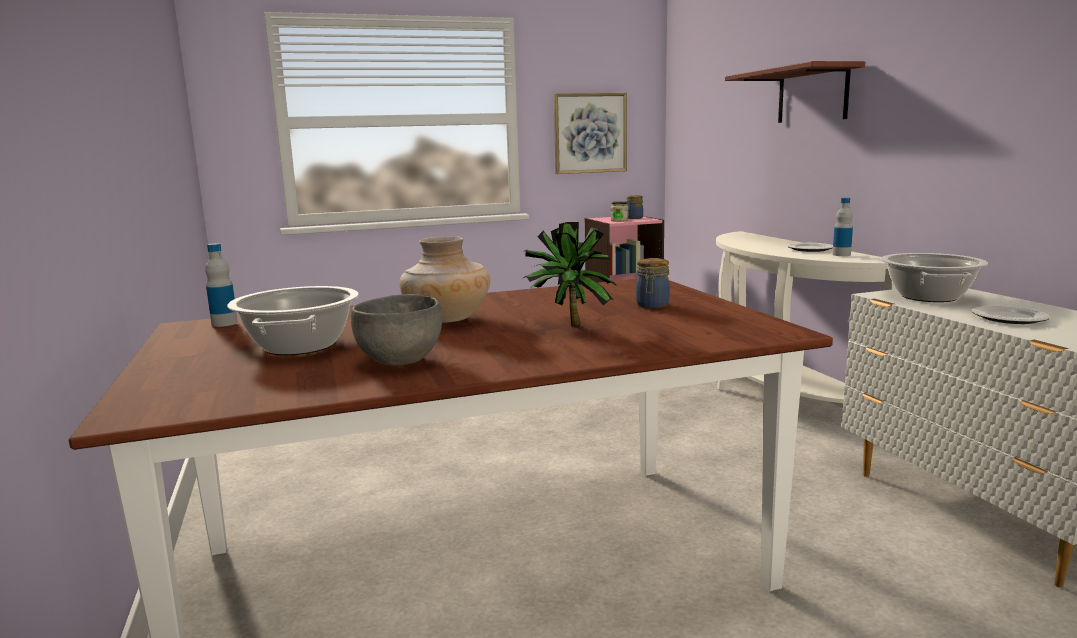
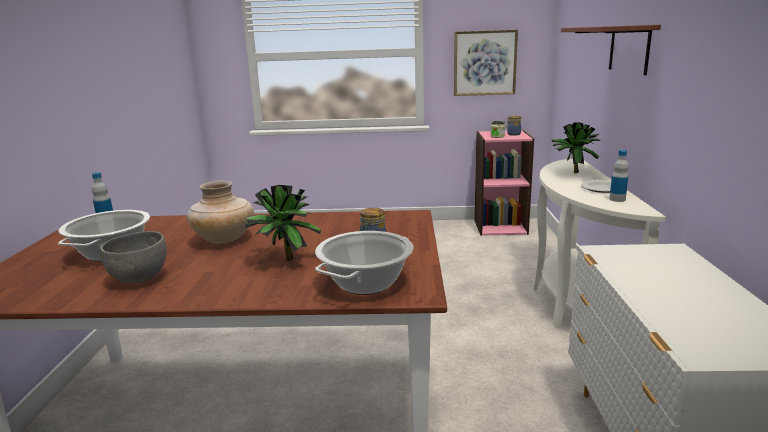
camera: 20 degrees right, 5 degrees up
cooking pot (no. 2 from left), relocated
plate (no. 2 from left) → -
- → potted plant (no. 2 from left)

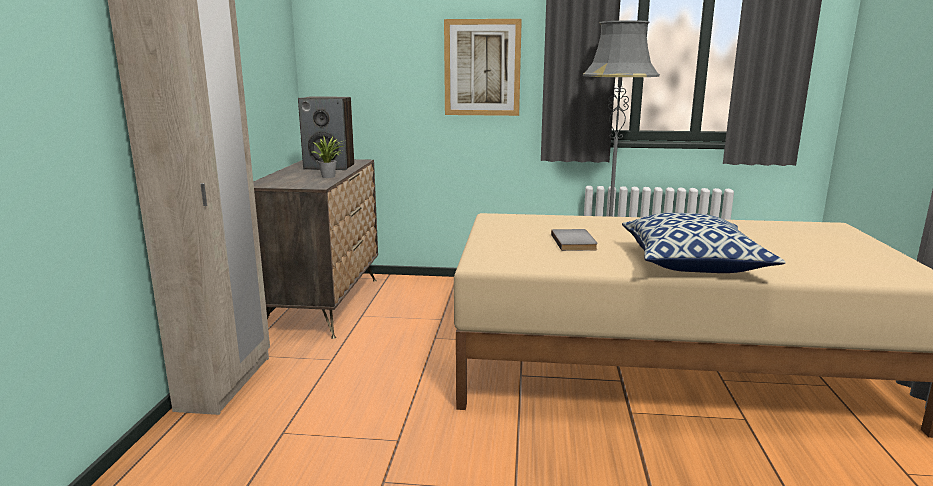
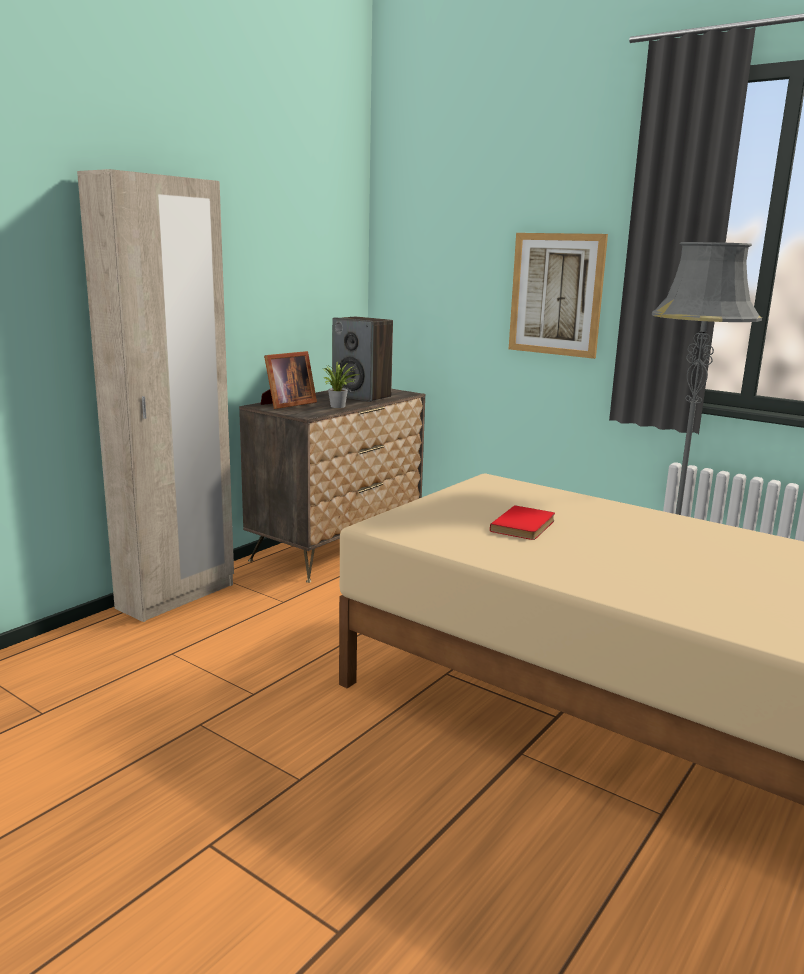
camera: 30 degrees right, 0 degrees up
book/grey → book/red
pillow → -
- → picture frame

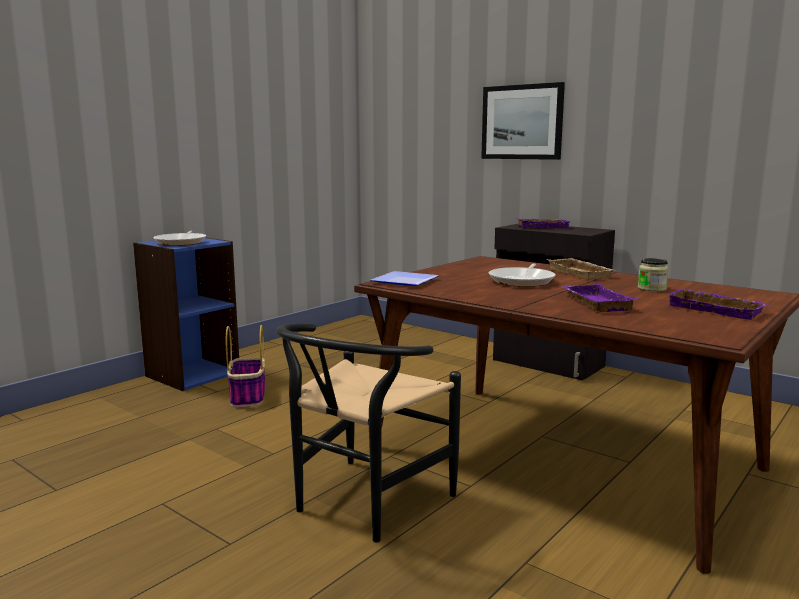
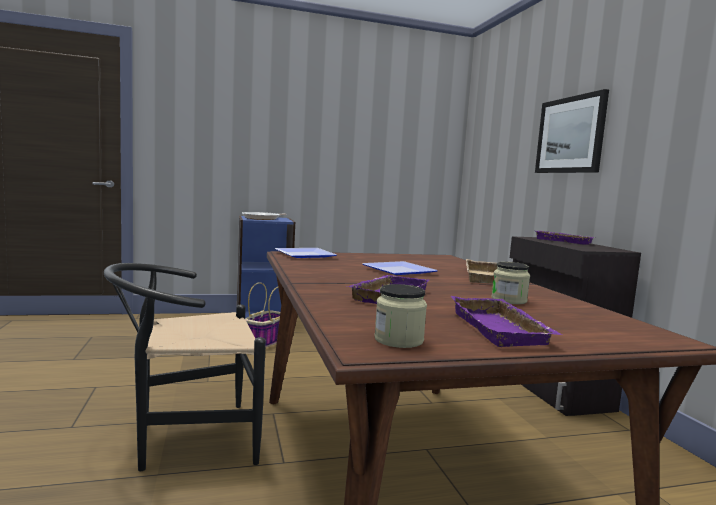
camera: 35 degrees right, 5 degrees down
frying pan (no. 2 from left) → plate (no. 2 from left)
- → jar (no. 1 from left)

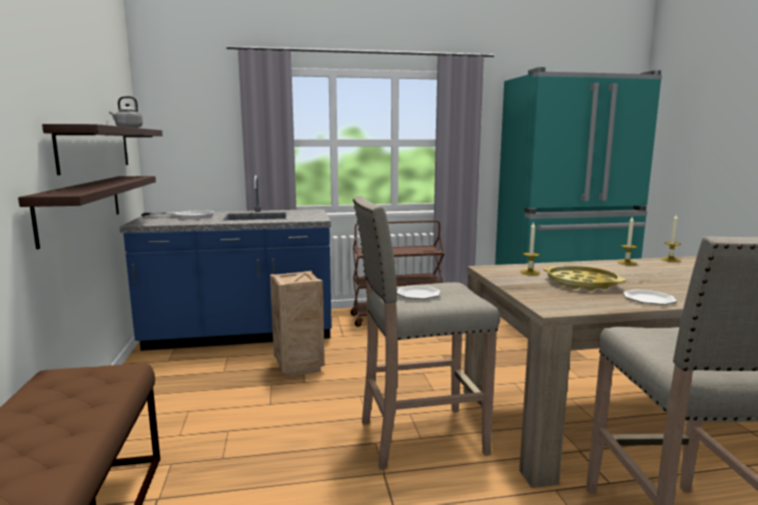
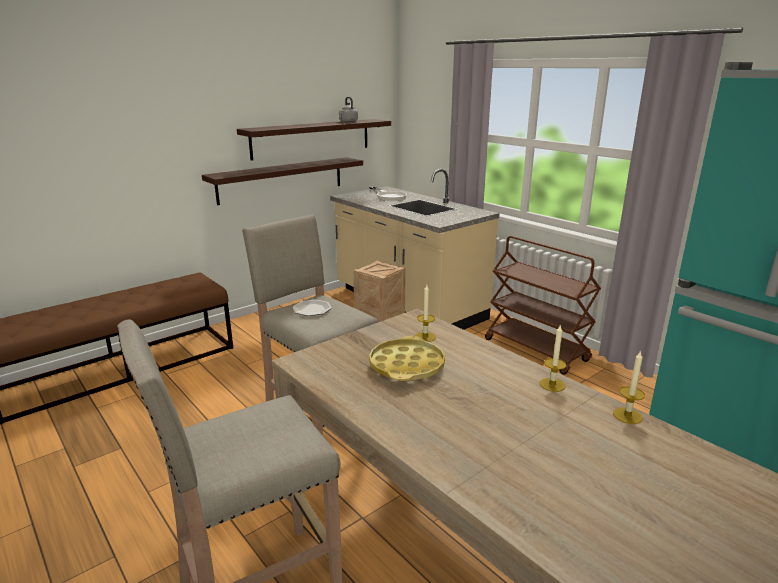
camera: 60 degrees right, 10 degrees up
counter/blue → counter/beige
plate (no. 2 from left) → -

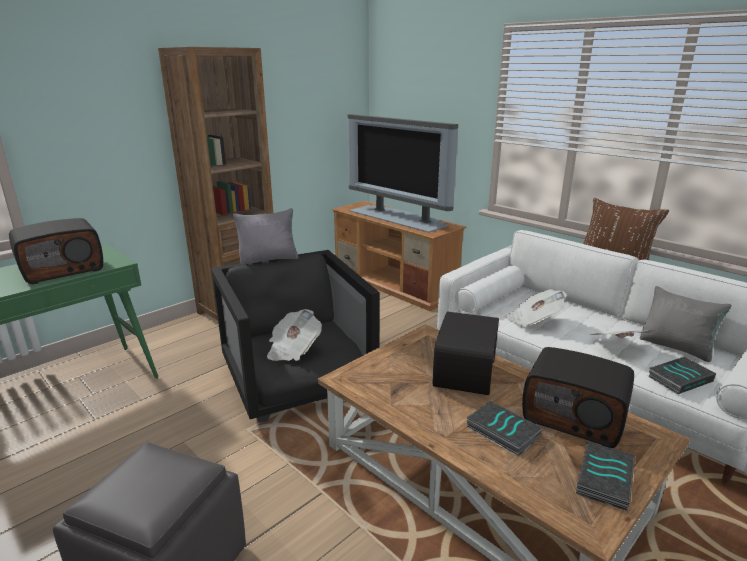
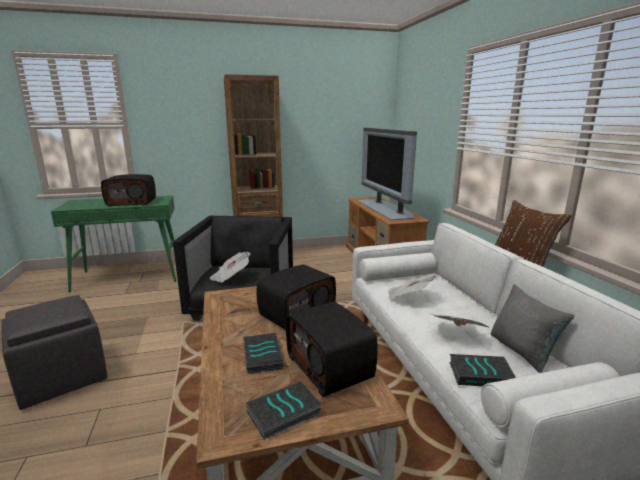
camera: 30 degrees right, 5 degrees down
pillow/grey (no. 1 from left) → -

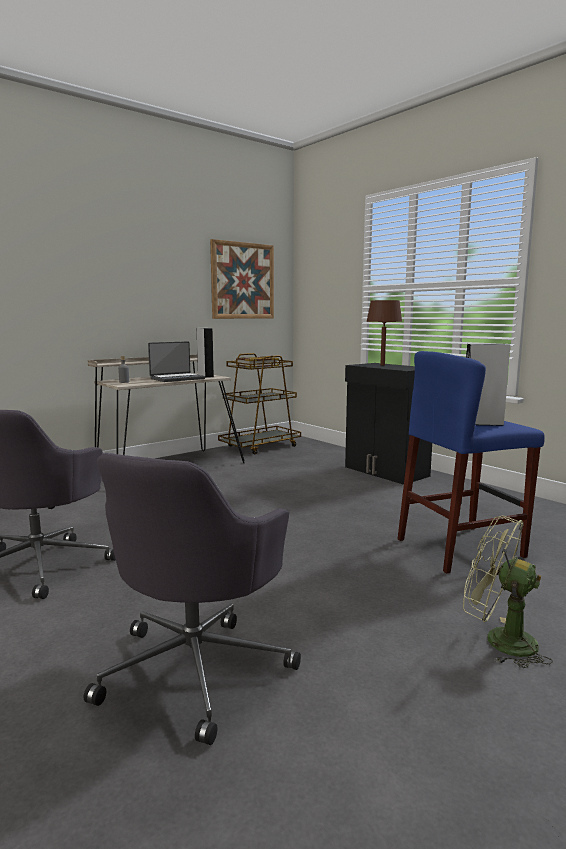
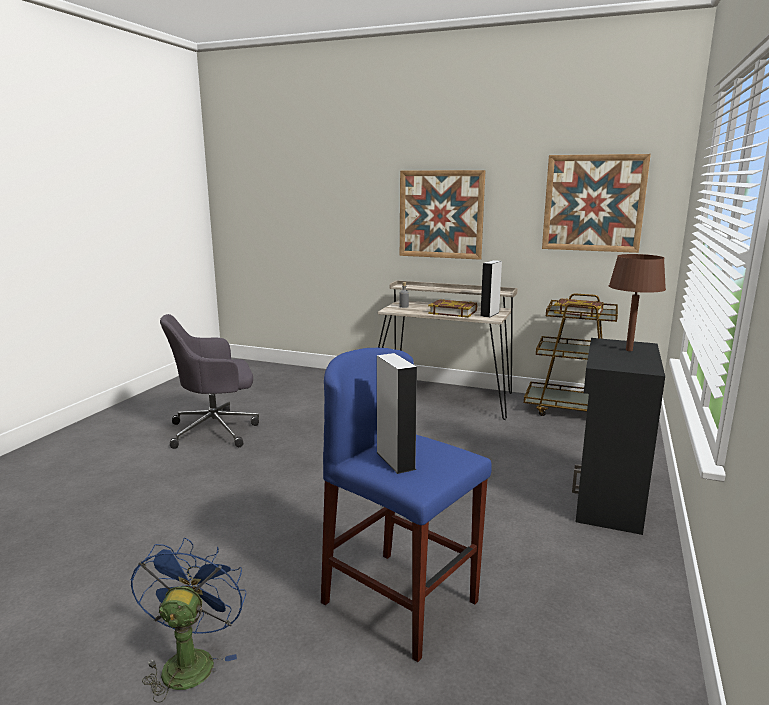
camera: 60 degrees right, 5 degrees up
office chair/grey (no. 2 from left) → -
laptop → book (no. 1 from left)
fan/green → fan/blue
- → picture (no. 1 from left)

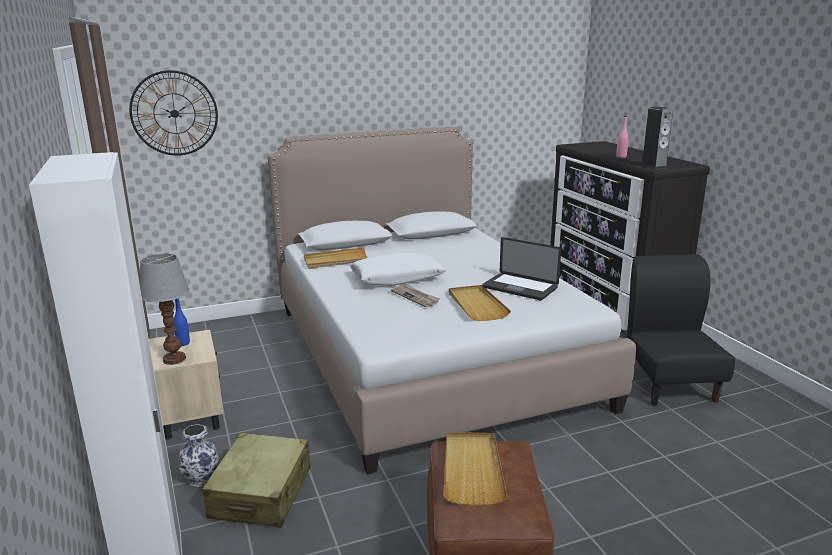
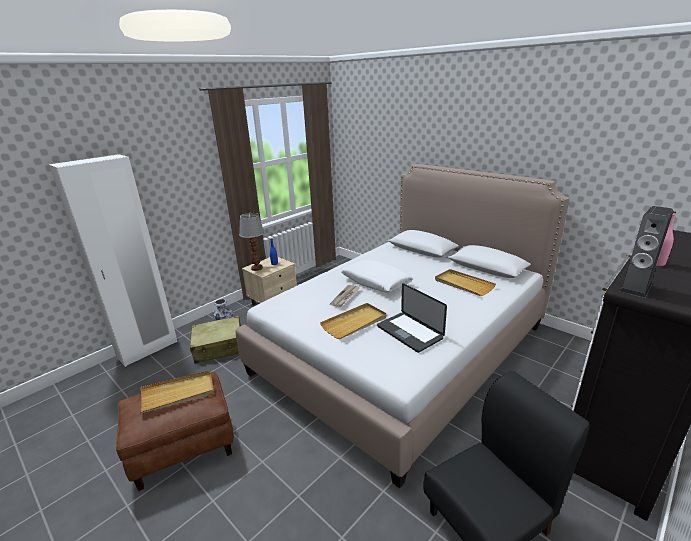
camera: 65 degrees right, 5 degrees up
wall clock → -
tray/beige (no. 1 from left in the first image) → tray/beige (no. 3 from left), relocated
laptop, 45 degrees counterclockwise

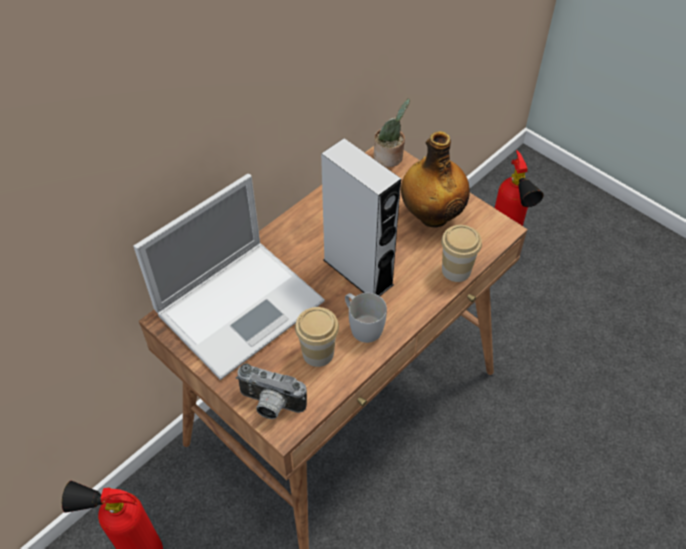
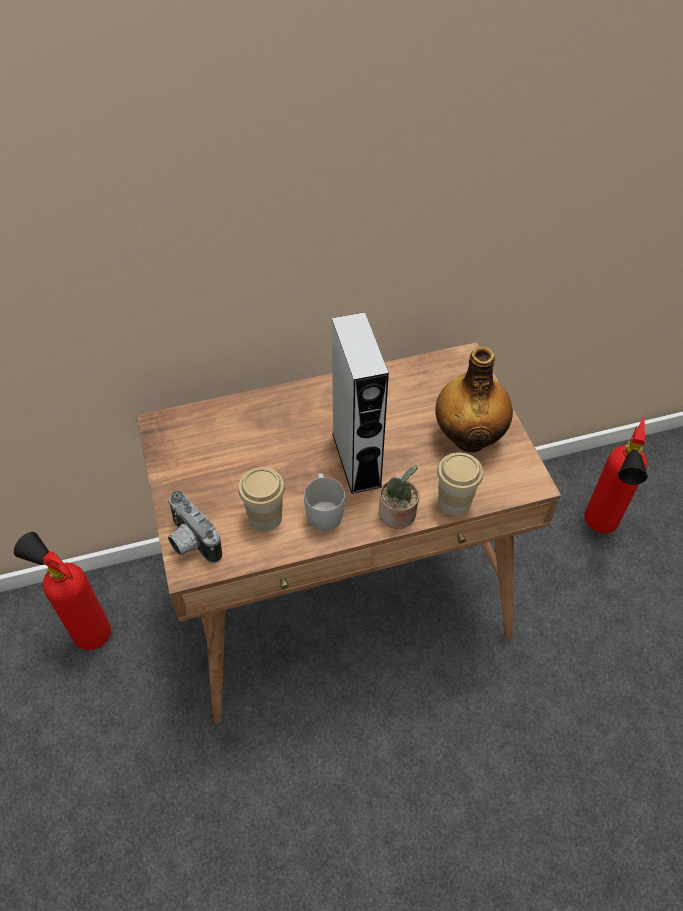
camera: 30 degrees right, 0 degrees up
laptop → -
potted plant, relocated

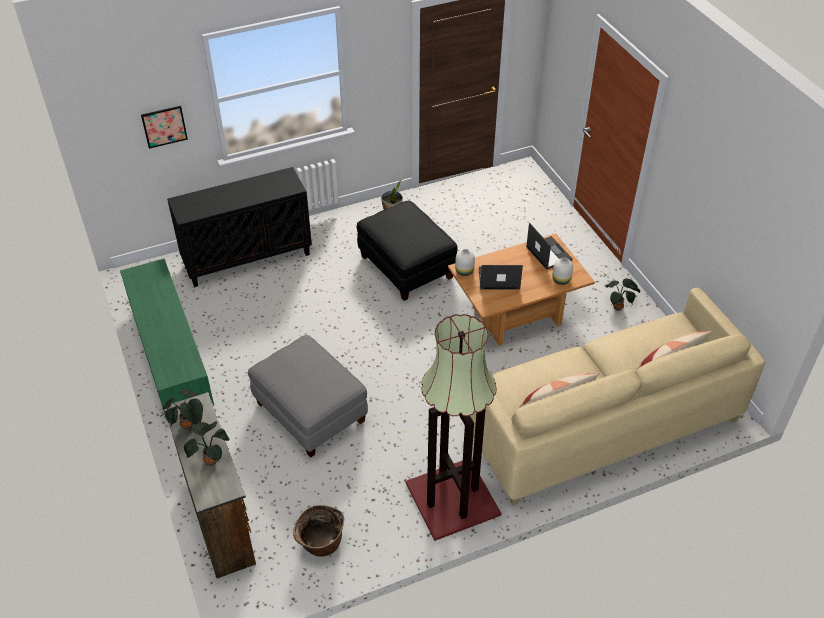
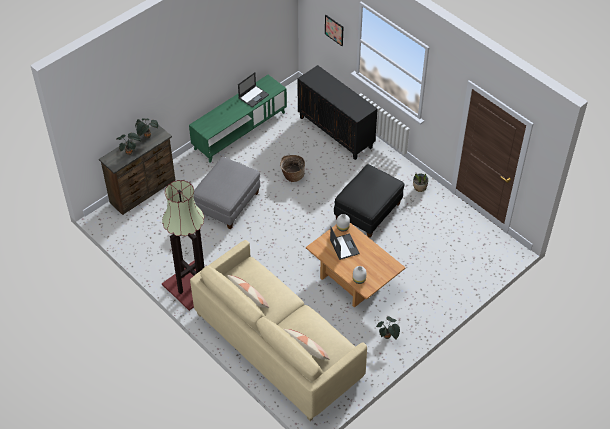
camera: 70 degrees right, 5 degrees up
basket, relocated
laptop (no. 2 from left in the first image) → laptop (no. 1 from left), relocated

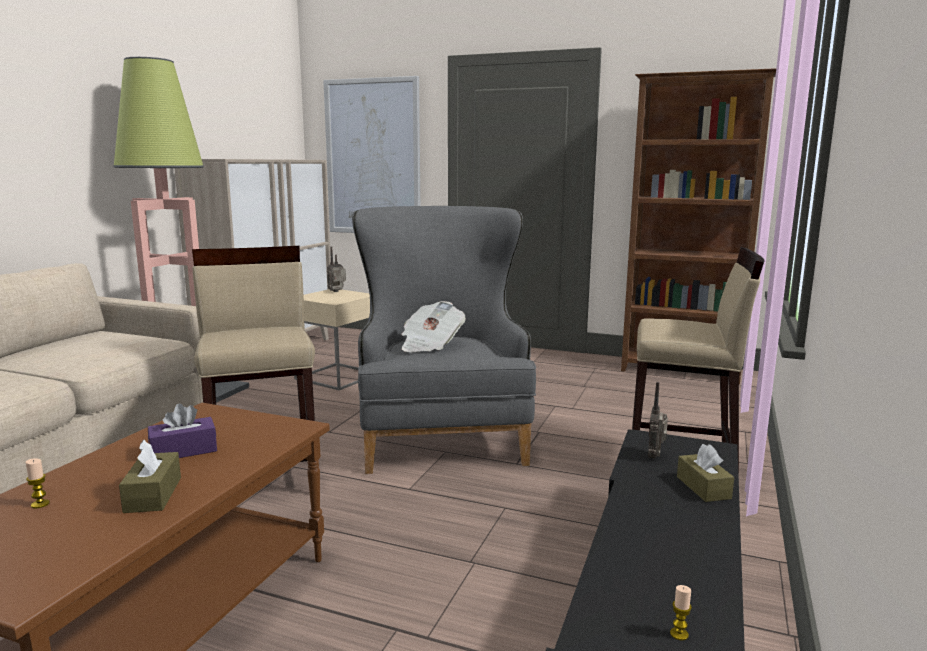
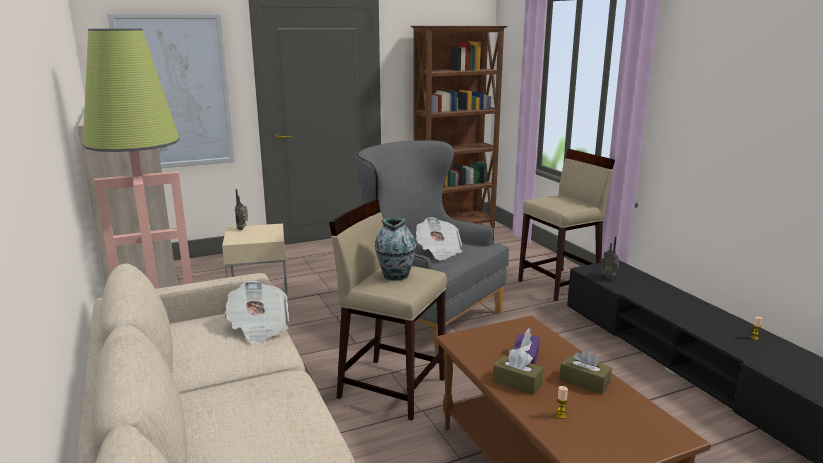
camera: 45 degrees left, 5 degrees up
tissue box/brown (no. 2 from left in the first image) → tissue box/brown (no. 1 from left), relocated
- → newspaper (no. 1 from left)
- → vase

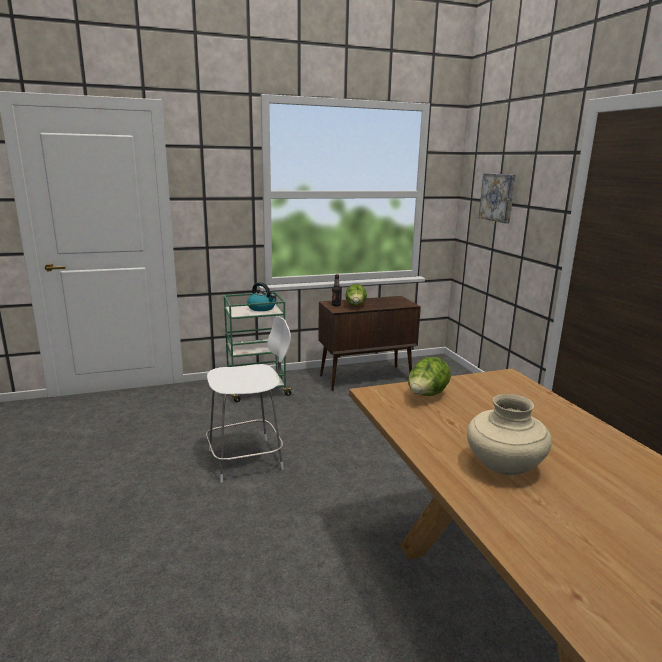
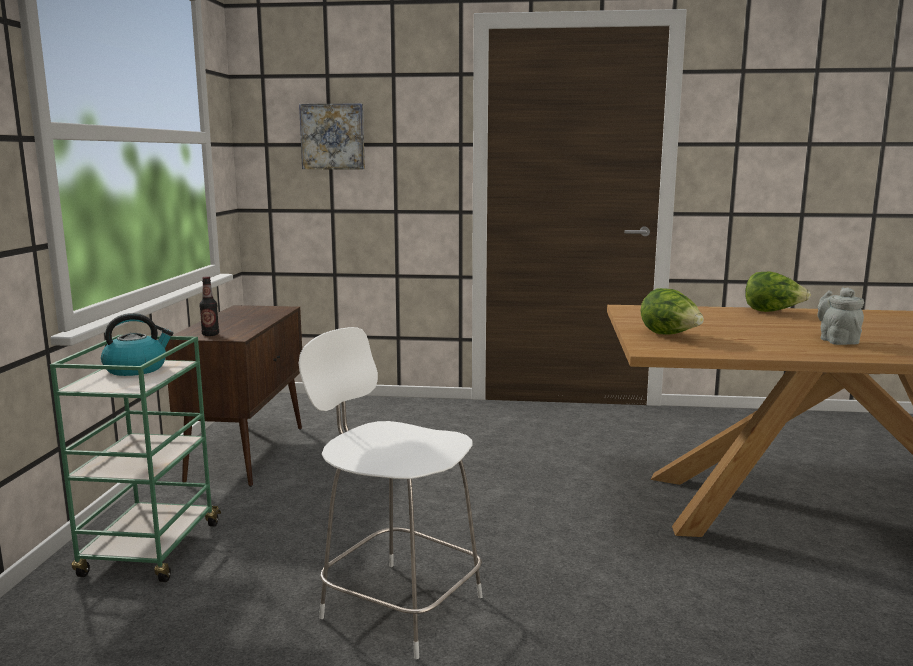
camera: 65 degrees left, 5 degrees down
chair/white, 60 degrees counterclockwise
lettuce (no. 1 from left in the first image) → lettuce (no. 2 from left), relocated
vase/beige → teapot/grey

